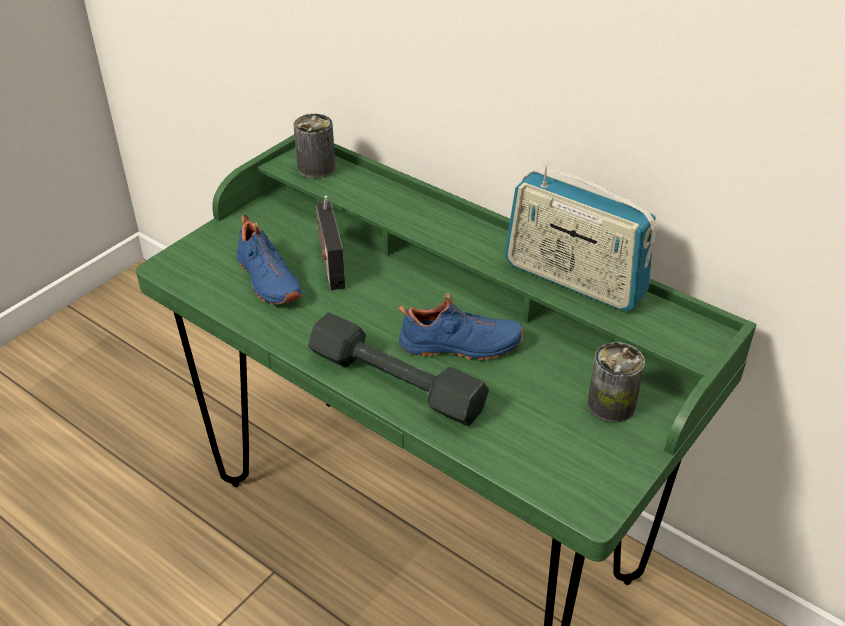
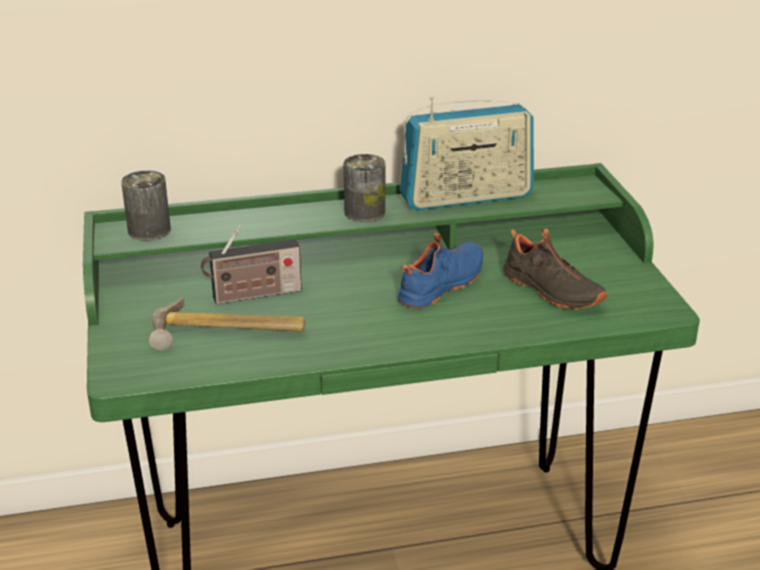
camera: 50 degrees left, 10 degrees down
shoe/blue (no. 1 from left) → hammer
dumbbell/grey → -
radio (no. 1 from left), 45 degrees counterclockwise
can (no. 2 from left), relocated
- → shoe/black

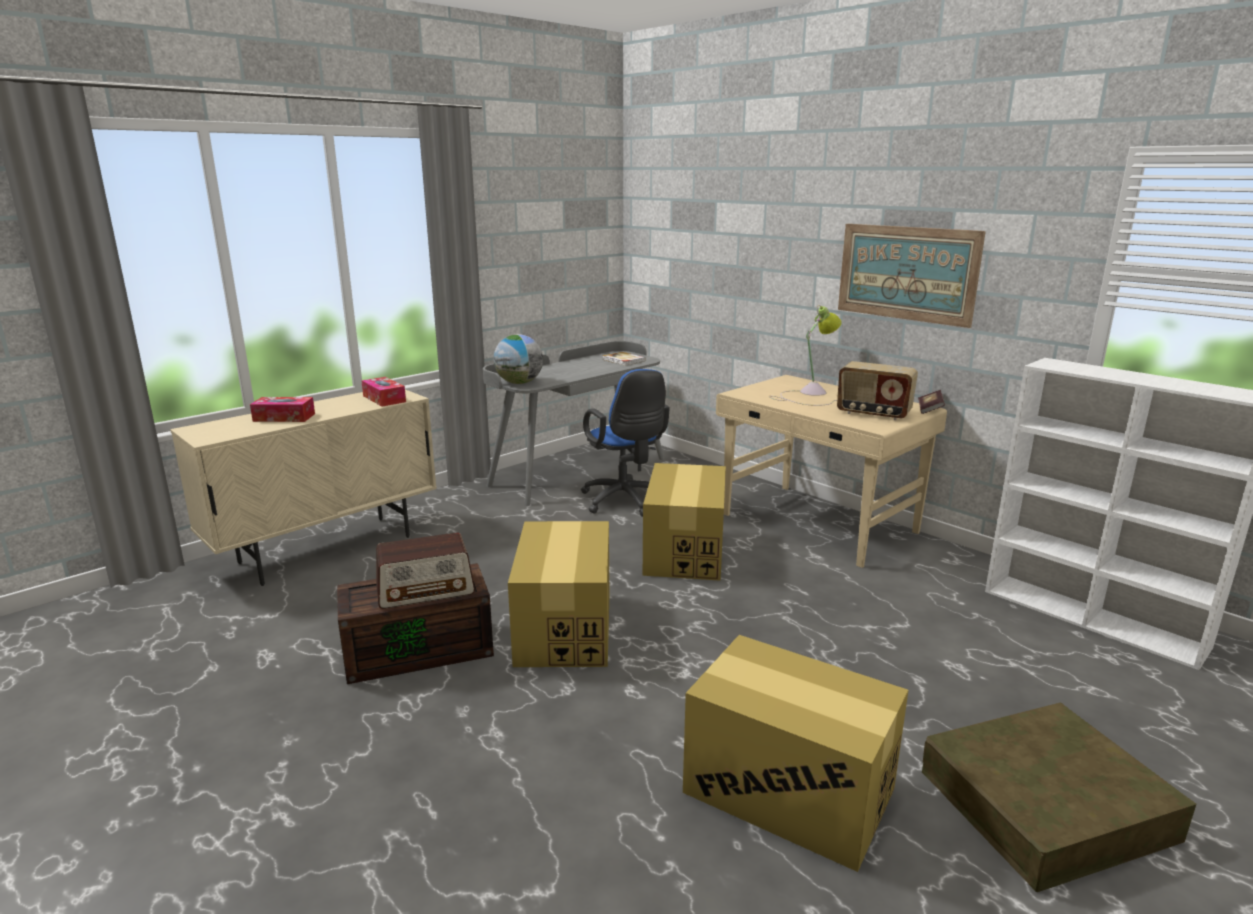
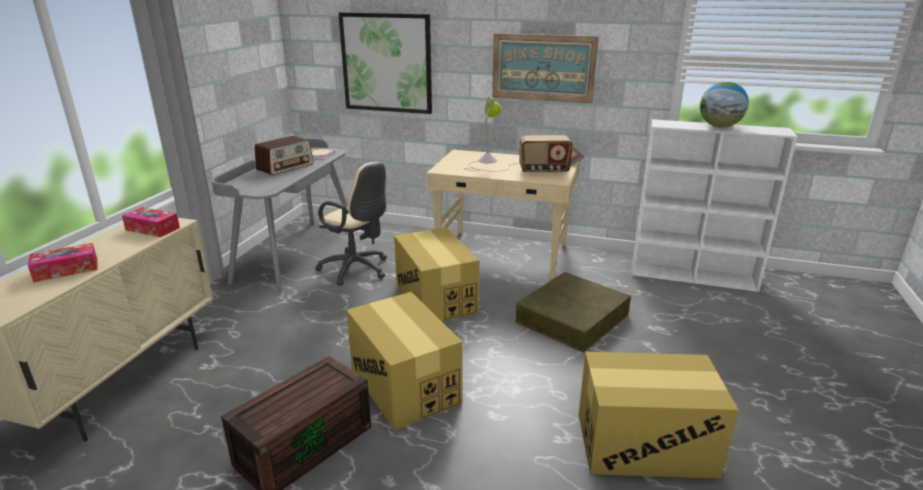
camera: 30 degrees left, 5 degrees up
radio (no. 1 from left), relocated
globe, relocated
office chair/blue → office chair/beige
storage box/brown (no. 2 from left), relocated
- → picture (no. 1 from left)

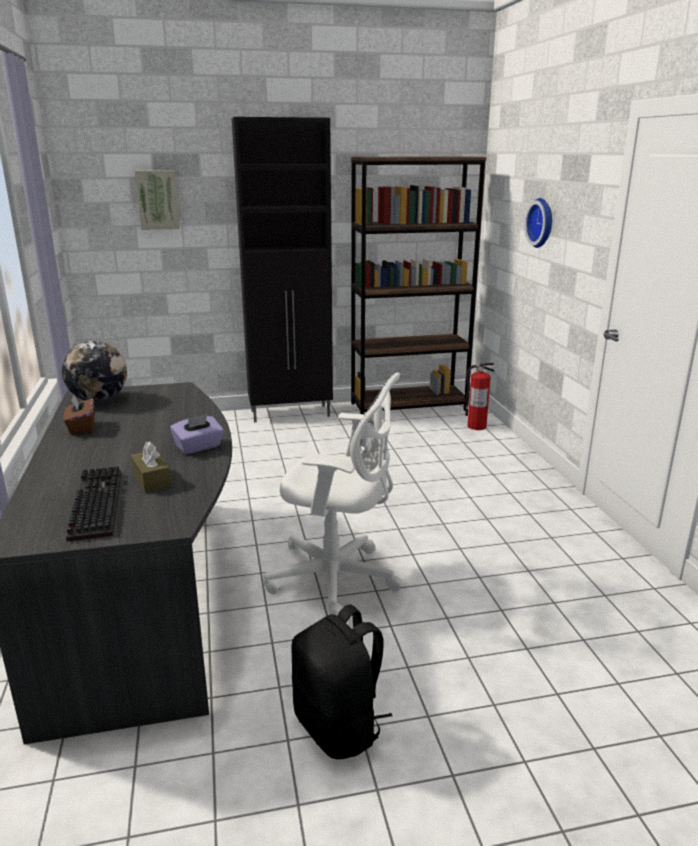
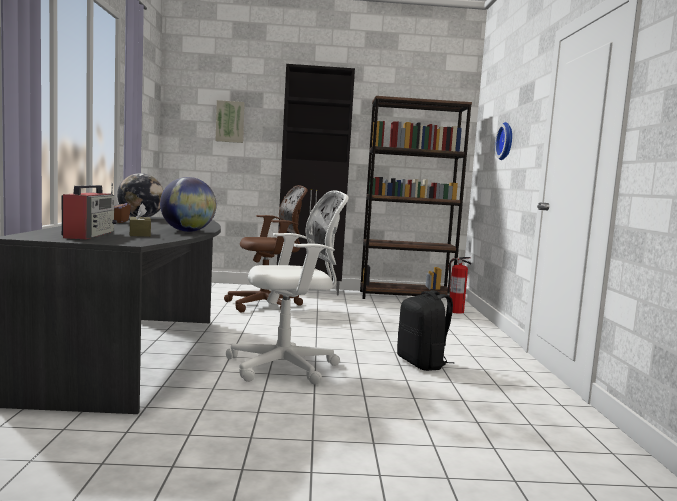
camera: 10 degrees right, 15 degrees down
keyboard → radio
tissue box/purple → globe (no. 2 from left)
office chair/white, 45 degrees counterclockwise
backpack/black, relocated
- → office chair/brown

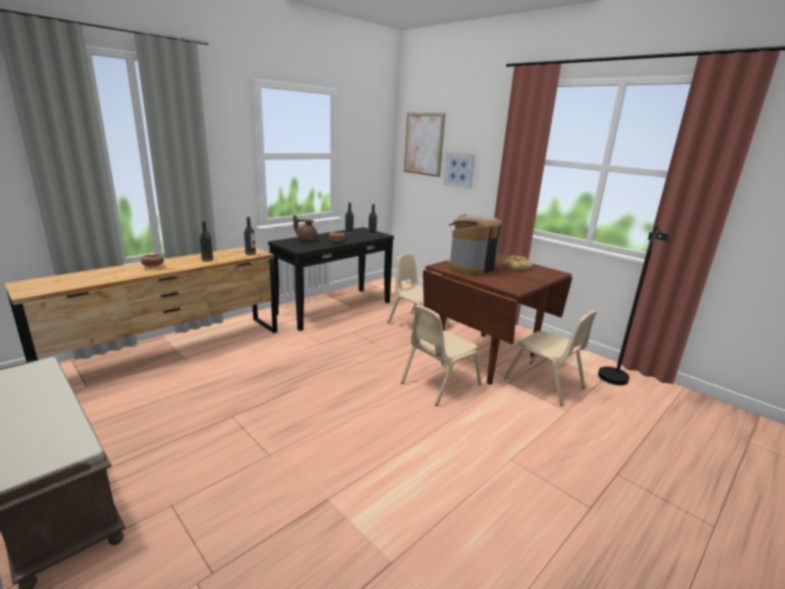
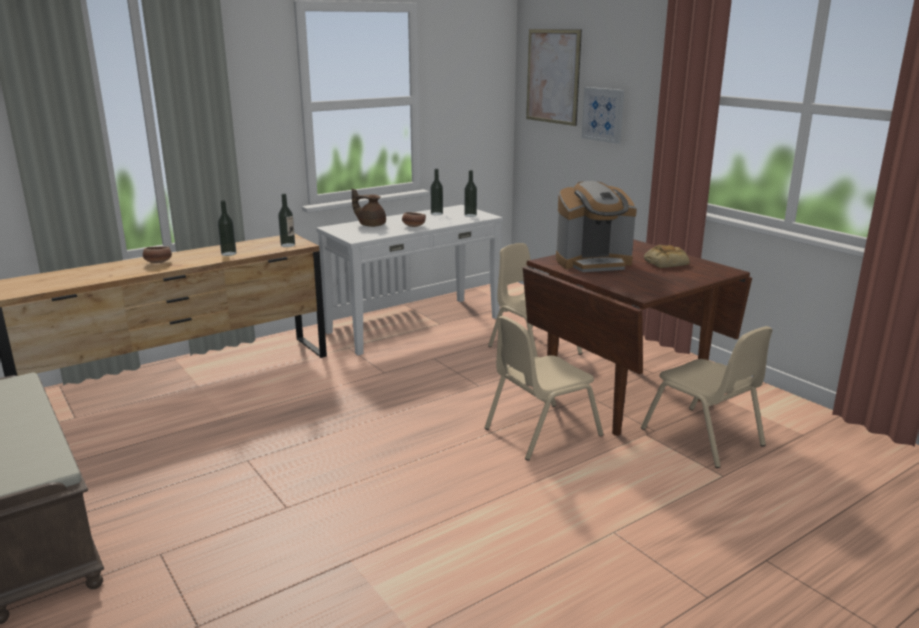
camera: 10 degrees right, 0 degrees up
console table/black → console table/white
coffee machine, 150 degrees counterclockwise
floor lamp/black → -

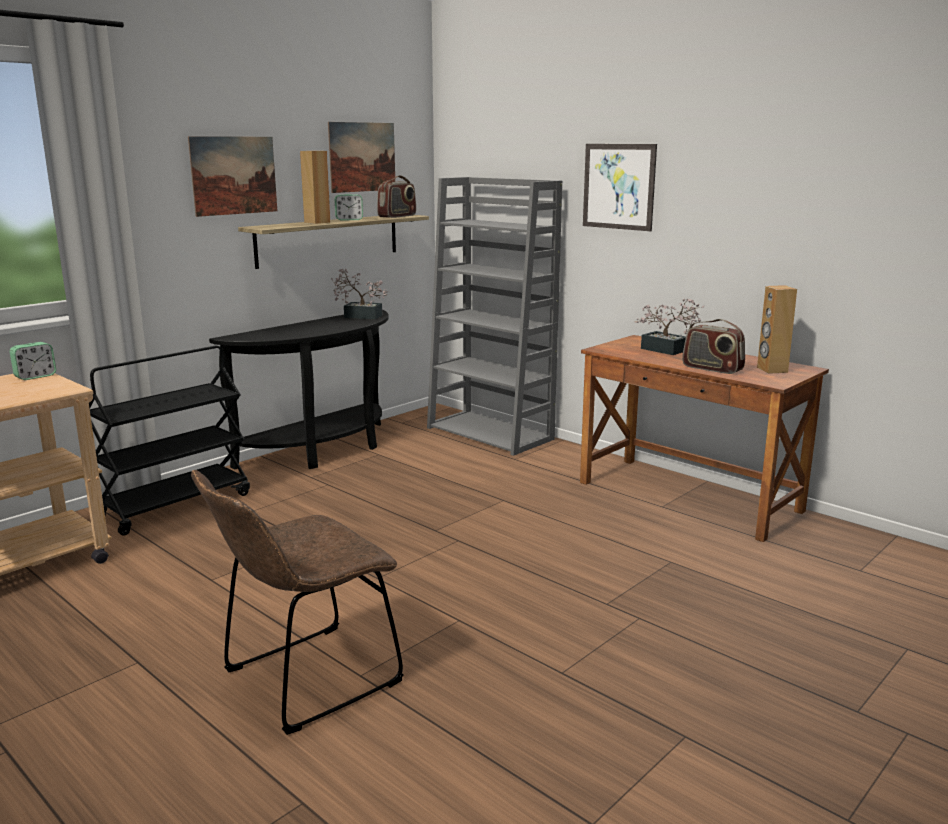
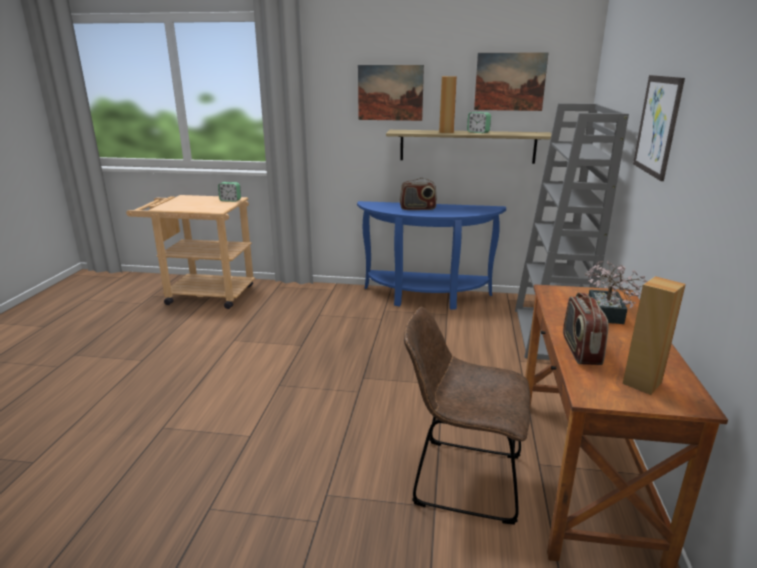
camera: 55 degrees right, 5 degrees up
cart/black → -
chair/brown, relocated
console table/black → console table/blue
potted plant (no. 1 from left) → -
radio (no. 1 from left), relocated

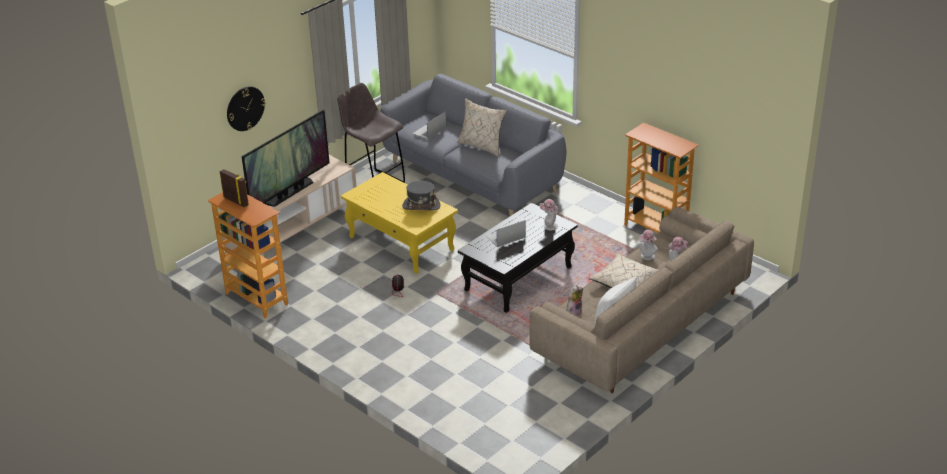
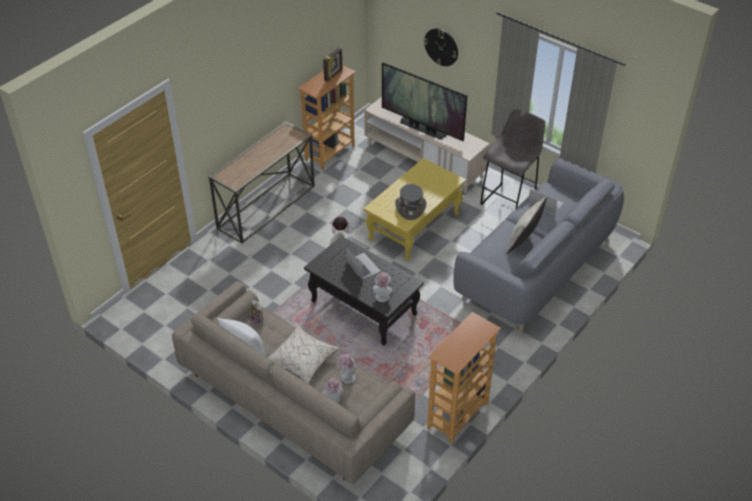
camera: 85 degrees right, 10 degrees up
- → console table

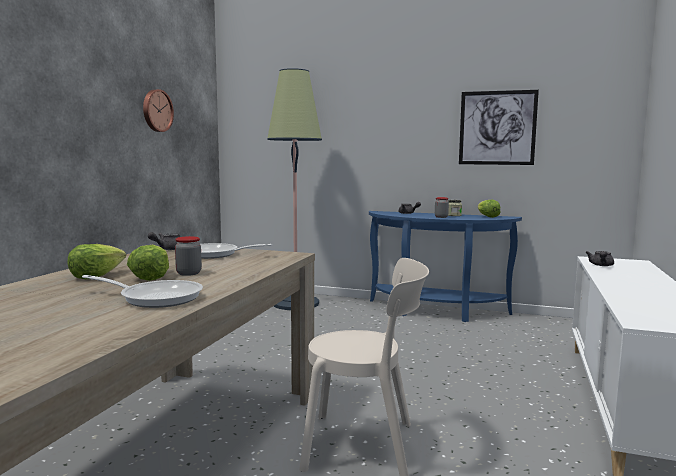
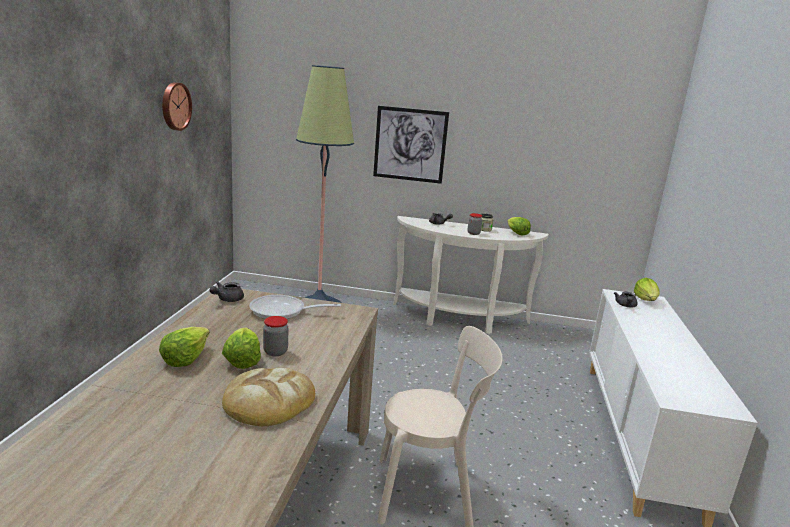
camera: 10 degrees left, 10 degrees up
frying pan (no. 1 from left) → bread
console table/blue → console table/white
picture, relocated
- → lettuce (no. 4 from left)

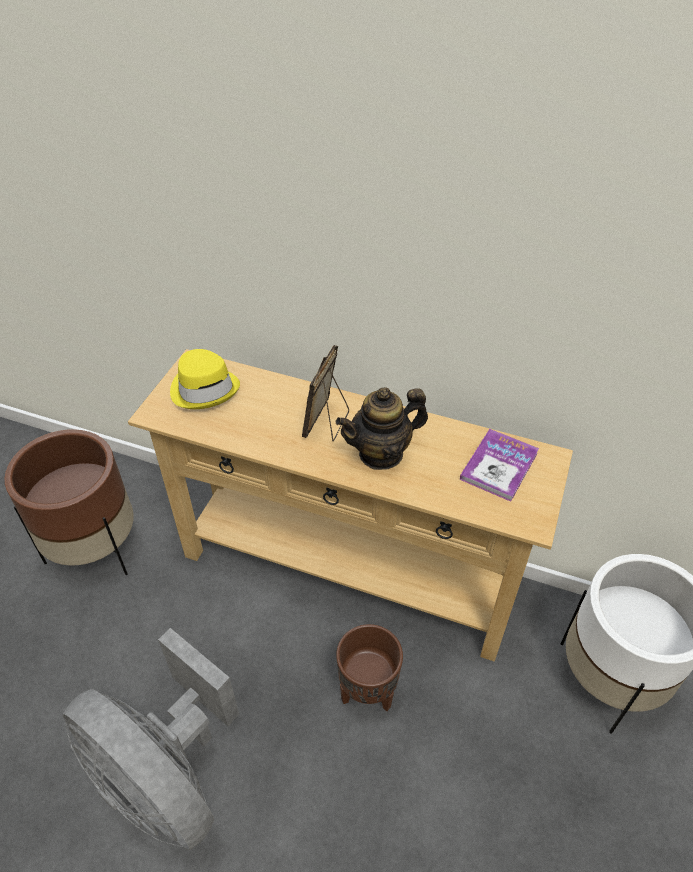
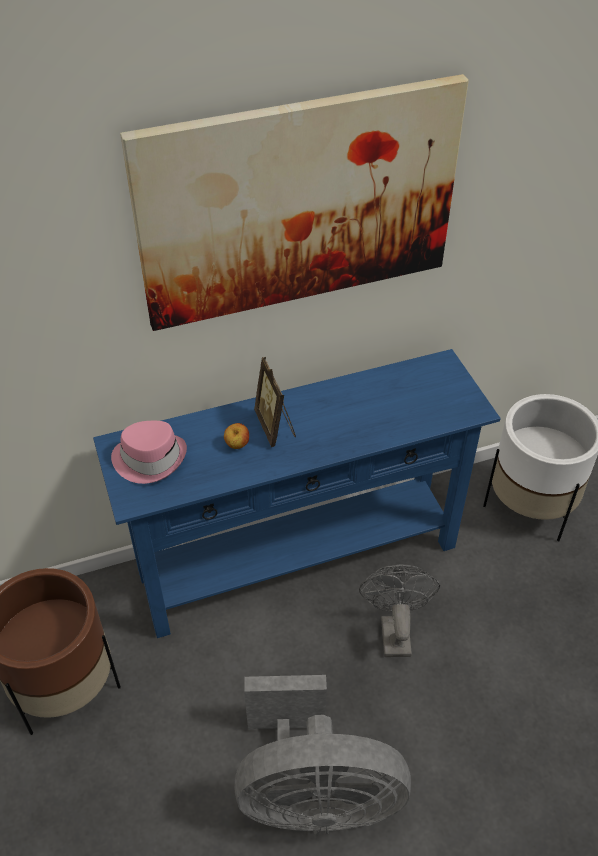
camera: 40 degrees left, 0 degrees up
console table/beige → console table/blue
hat/yellow → hat/pink
teapot → -
planter/brown (no. 2 from left) → fan/grey (no. 2 from left)
book → -
- → picture
- → apple

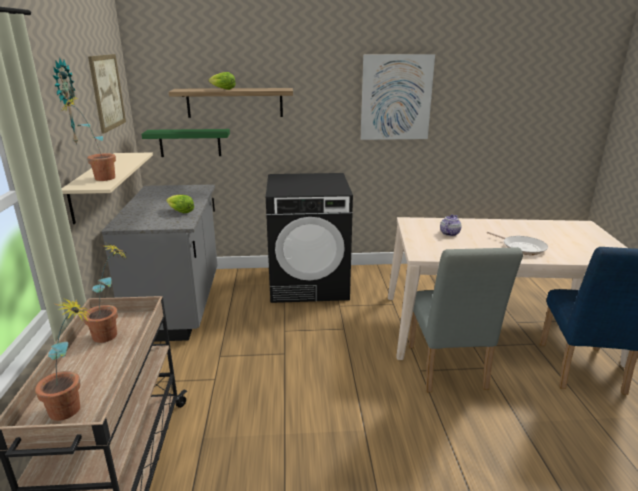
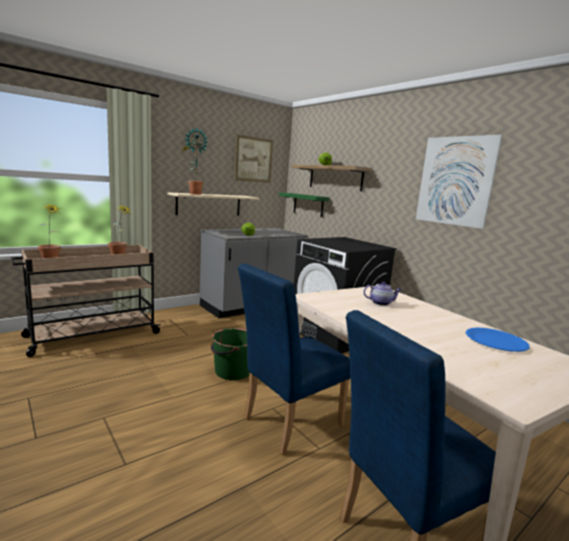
camera: 55 degrees right, 10 degrees down
chair/grey → chair/blue (no. 1 from left)
frying pan → -
- → bucket/green
- → plate/blue

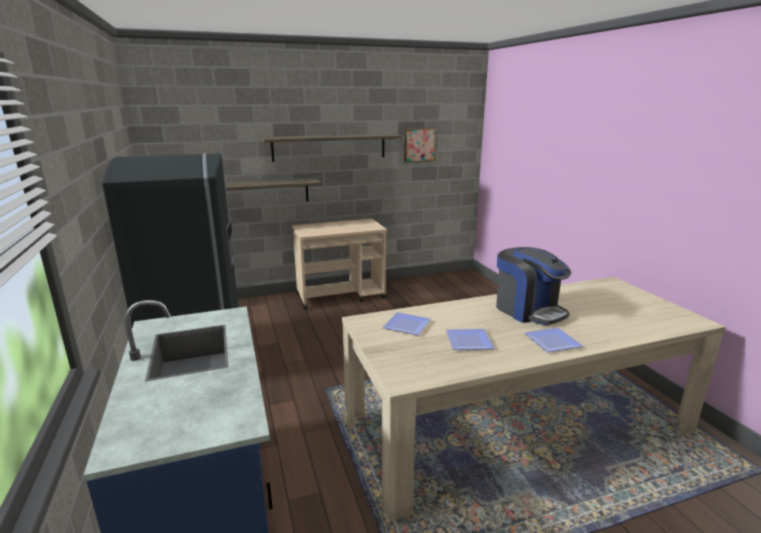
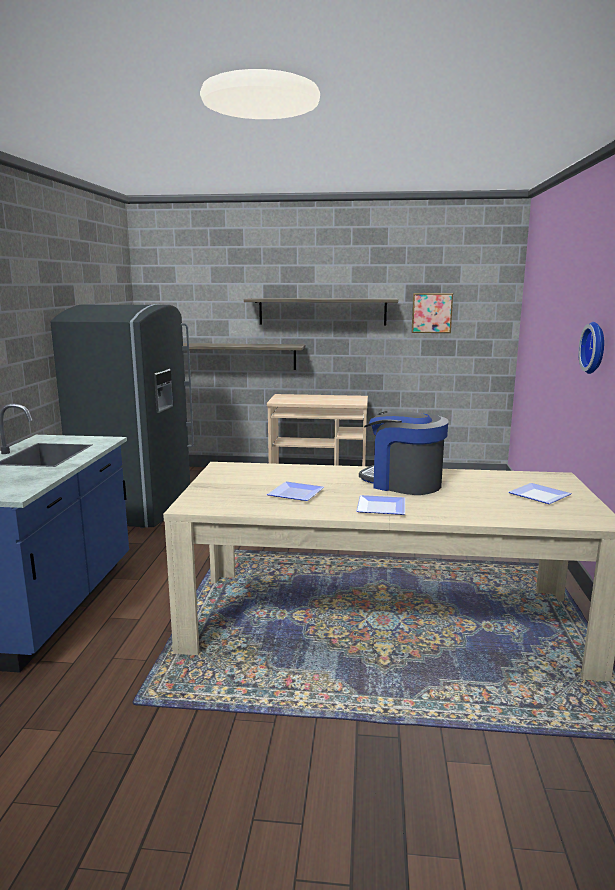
camera: 25 degrees right, 5 degrees down
plate (no. 1 from left in the first image) → plate (no. 3 from left), relocated
coffee machine, 135 degrees clockwise
- → wall clock

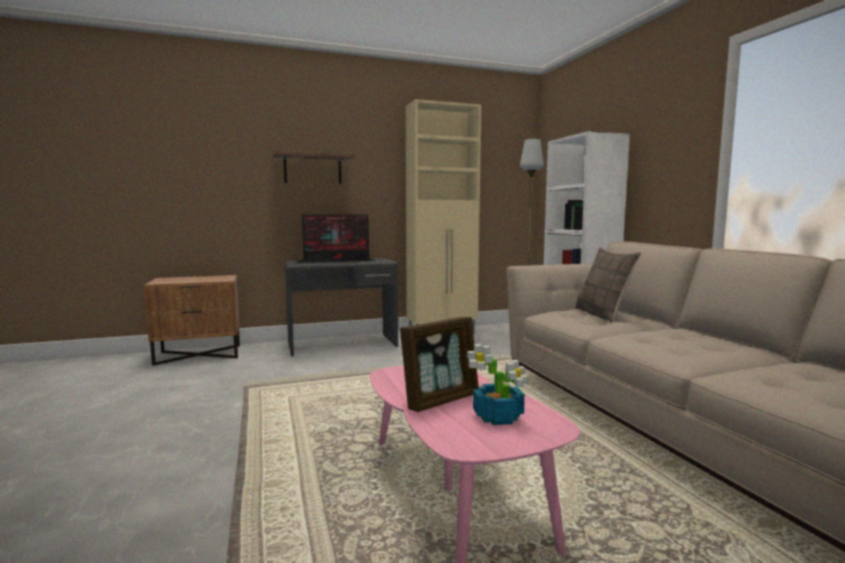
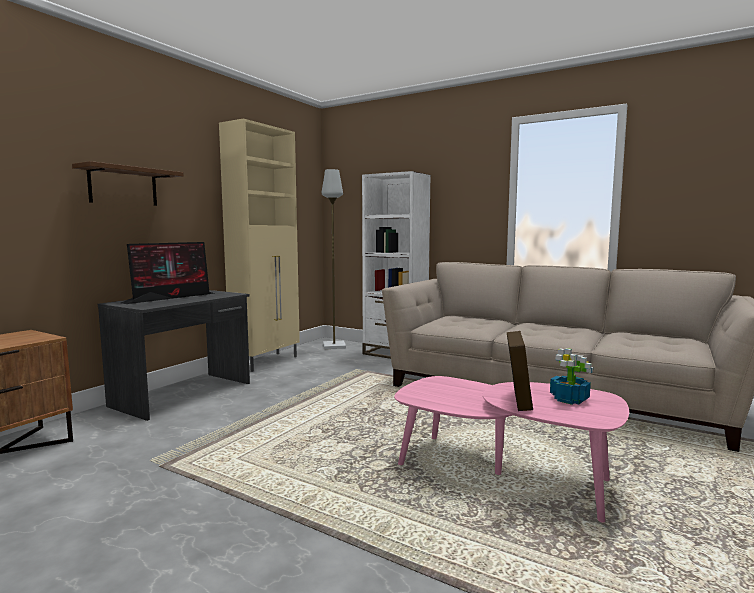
camera: 40 degrees left, 0 degrees up
pillow → -

